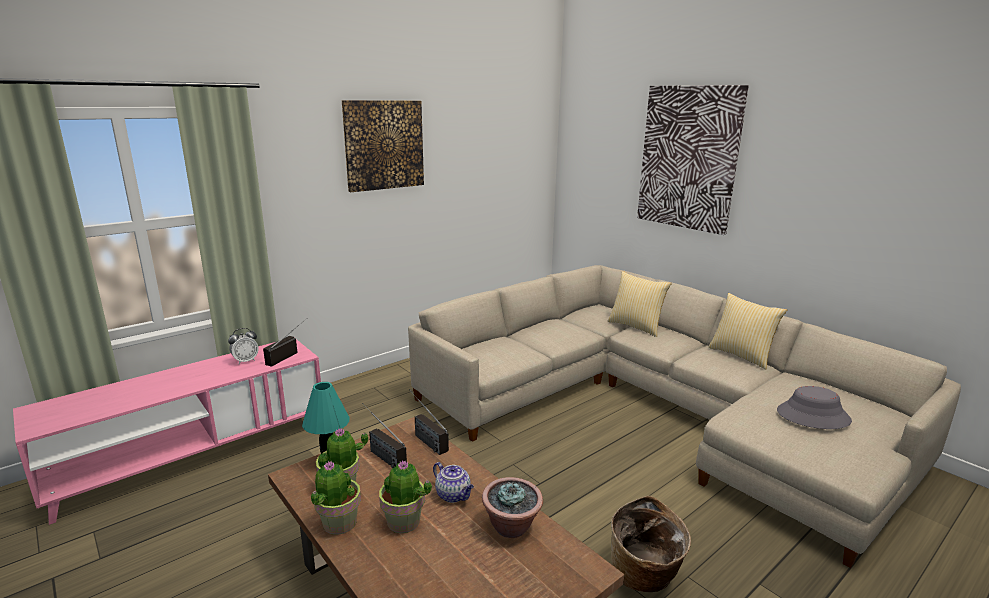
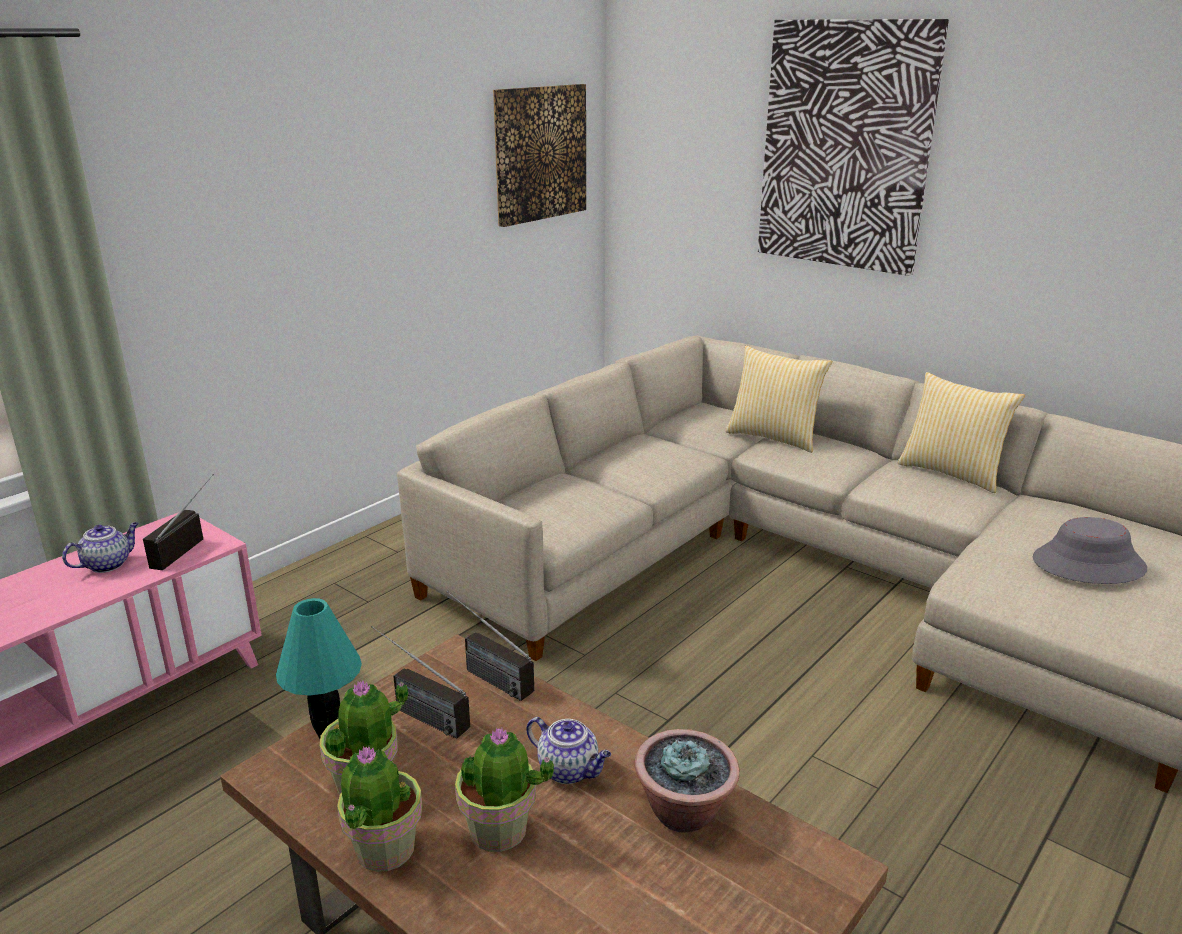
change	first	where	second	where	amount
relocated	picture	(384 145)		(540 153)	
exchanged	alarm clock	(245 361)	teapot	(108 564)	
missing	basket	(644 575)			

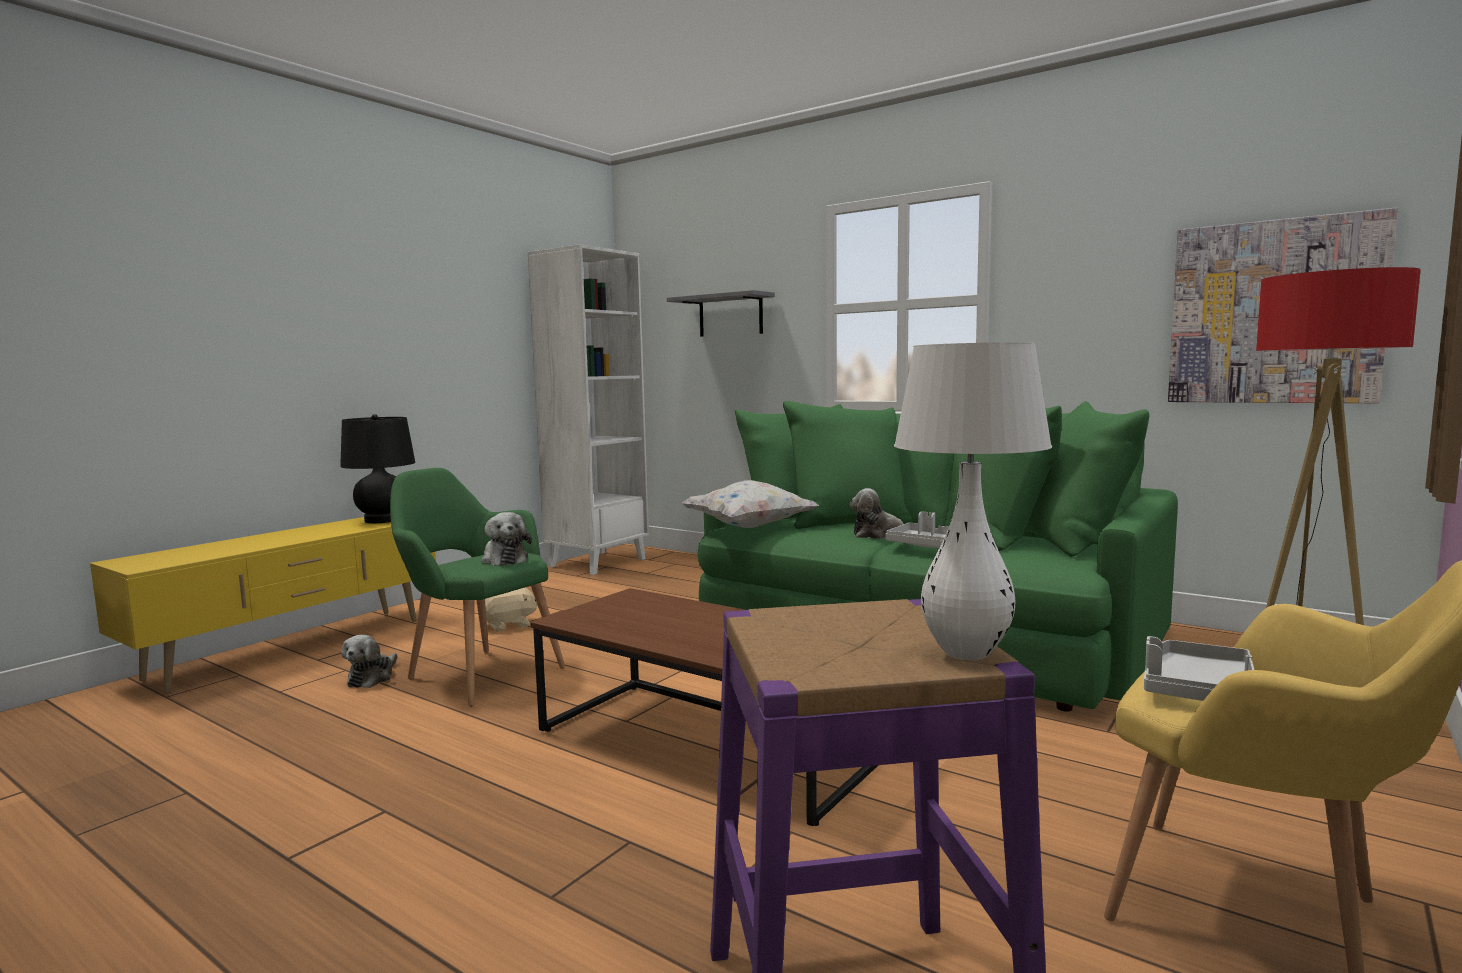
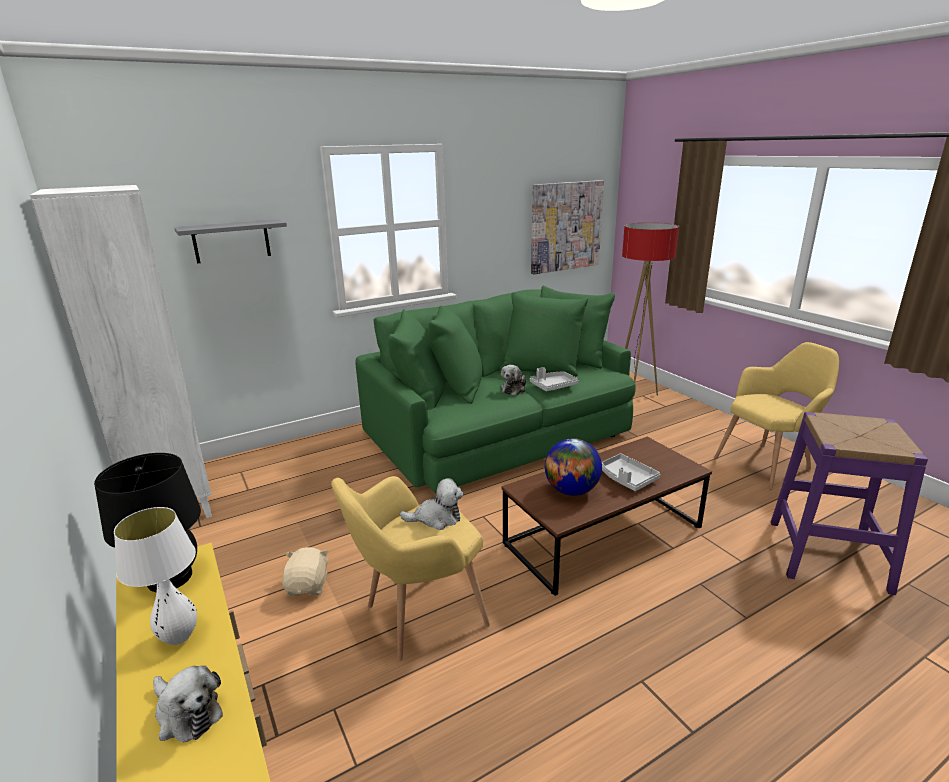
change	first	where	second	where	amount
relocated	white table lamp	(966 653)		(179 637)	
colour	green armchair	(477 673)	yellow armchair	(417 616)	
missing	white pillow	(749 527)			
relocated	plush toy	(372 677)		(187 713)	
relocated	grey tray	(1197 690)		(627 478)	
appeared			globe	(571 490)	

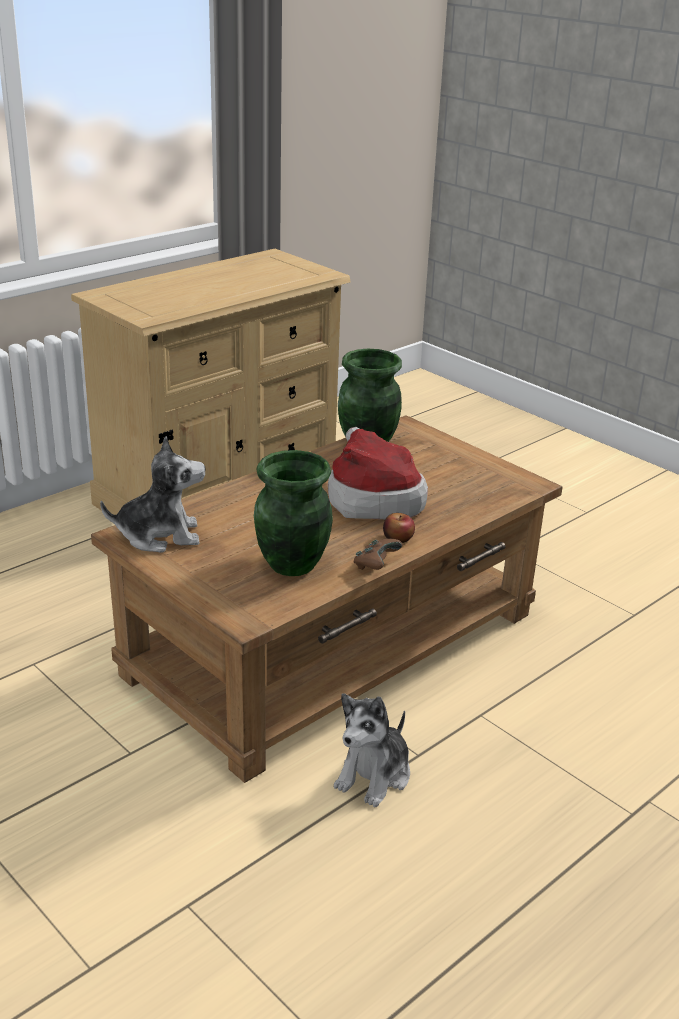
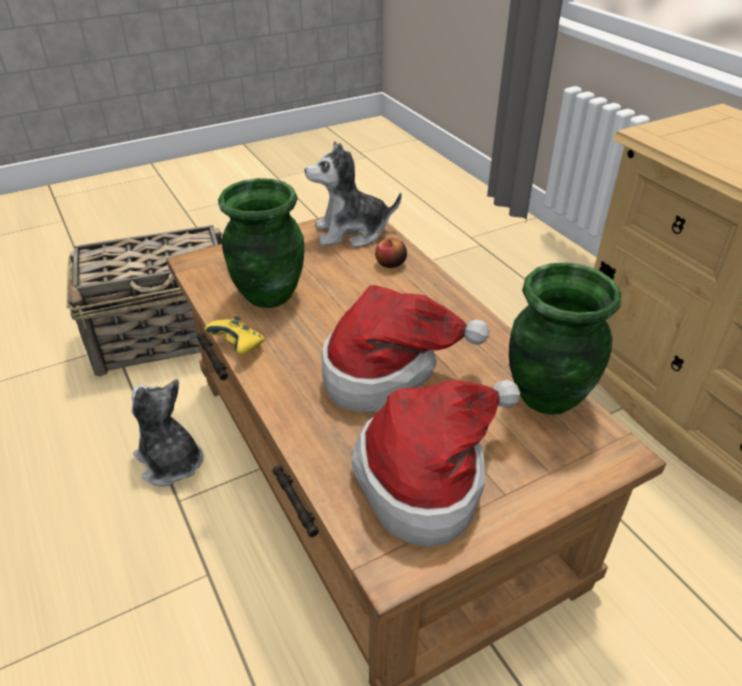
change	first	where	second	where	amount
spun	plush toy	(159 535)		(351 232)	75 degrees clockwise
relocated	apple	(398 538)		(390 263)	
colour	brown game controller	(376 565)	yellow game controller	(239 347)	
appeared			basket	(169 336)	
appeared			hat	(428 477)	

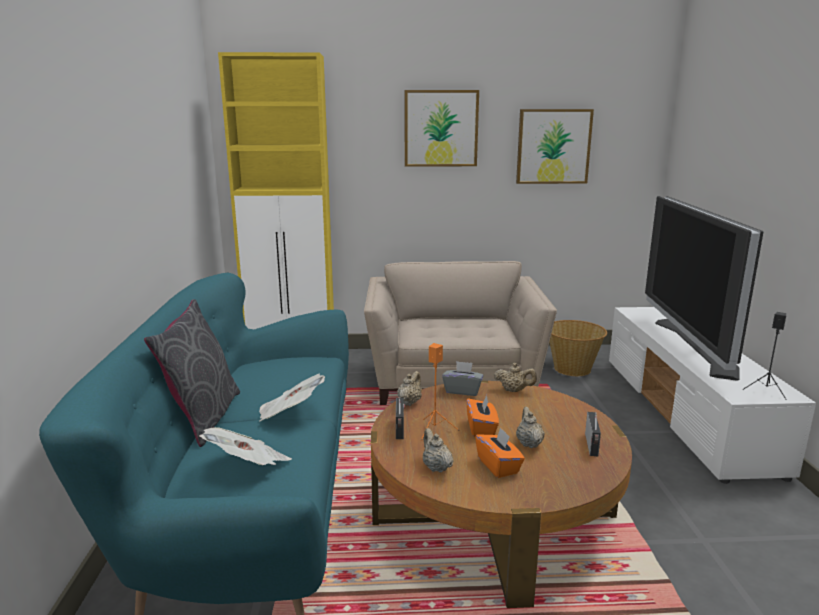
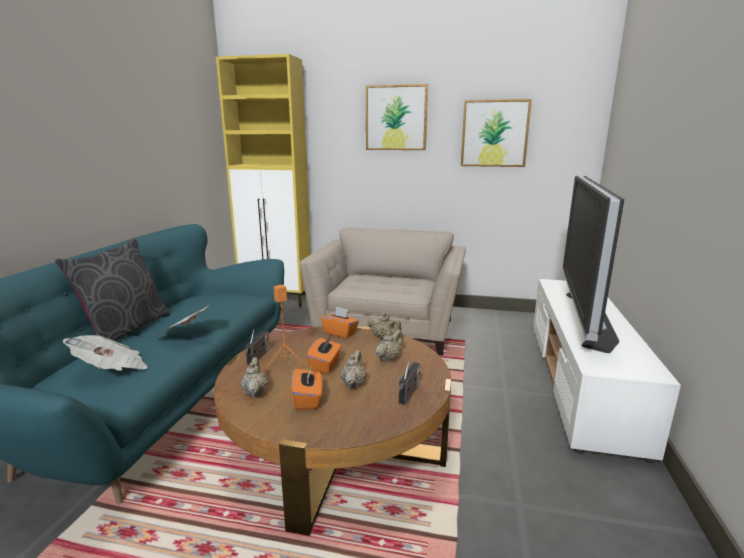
change	first	where	second	where	amount
missing	black speaker	(766 390)			
missing	basket	(572 368)			
colour	grey tissue box	(462 391)	orange tissue box	(340 333)	
relocated	beige teapot	(409 402)		(389 358)	

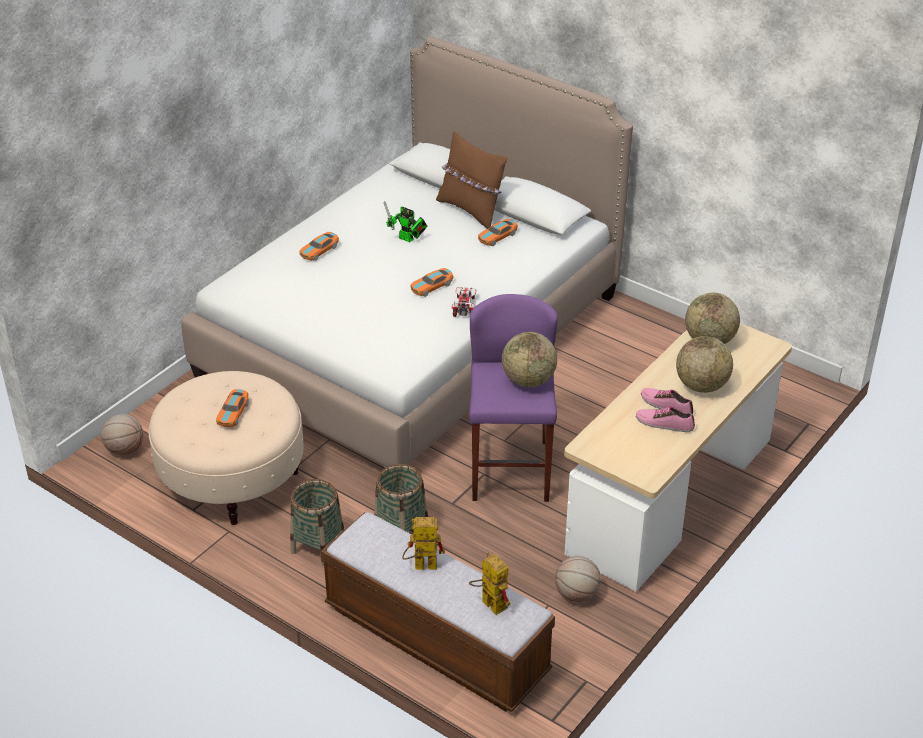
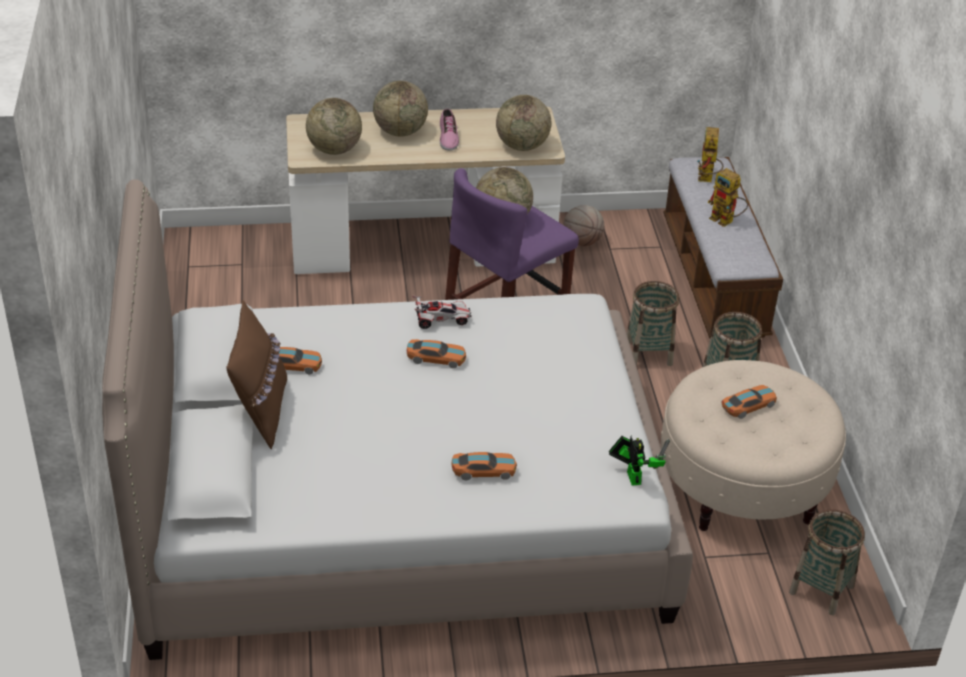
change	first	where	second	where	amount
relocated	toy robot	(408 239)		(633 475)	
spun	toy car	(464 307)		(441 320)	150 degrees counterclockwise
missing	shoe	(664 423)			
exchanged	basketball	(125 449)	basket	(821 589)	
appeared			globe	(522 146)	

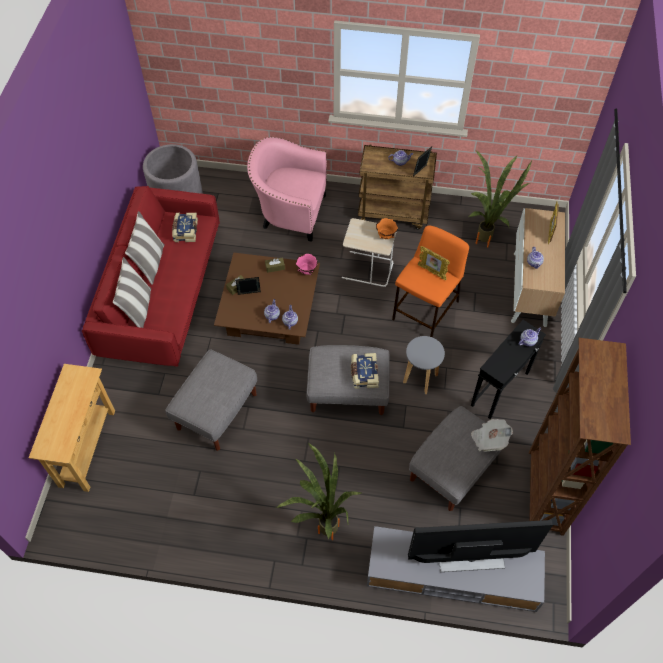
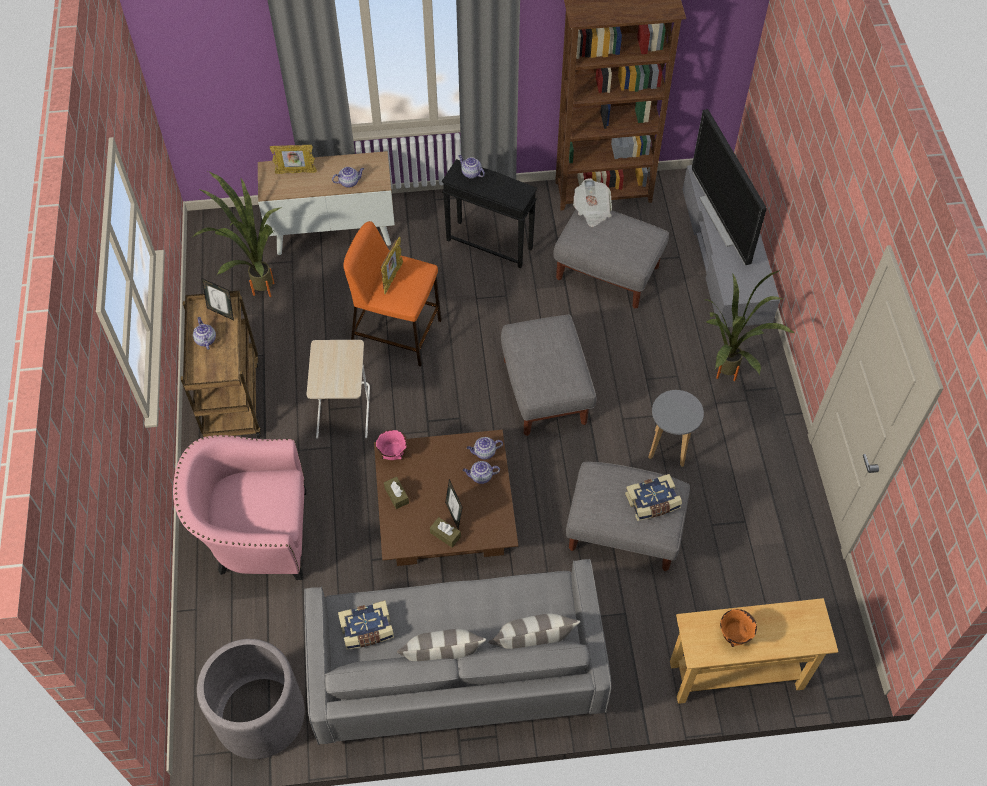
change	first	where	second	where	amount
spun	pink armchair	(290 213)		(256 535)	90 degrees clockwise
colour	red sofa	(163 294)	grey sofa	(456 669)	
relocated	orange bowl	(386 236)		(734 635)	
relocated	grey stool	(420 379)		(669 448)	
relocated	book	(363 374)		(653 503)	

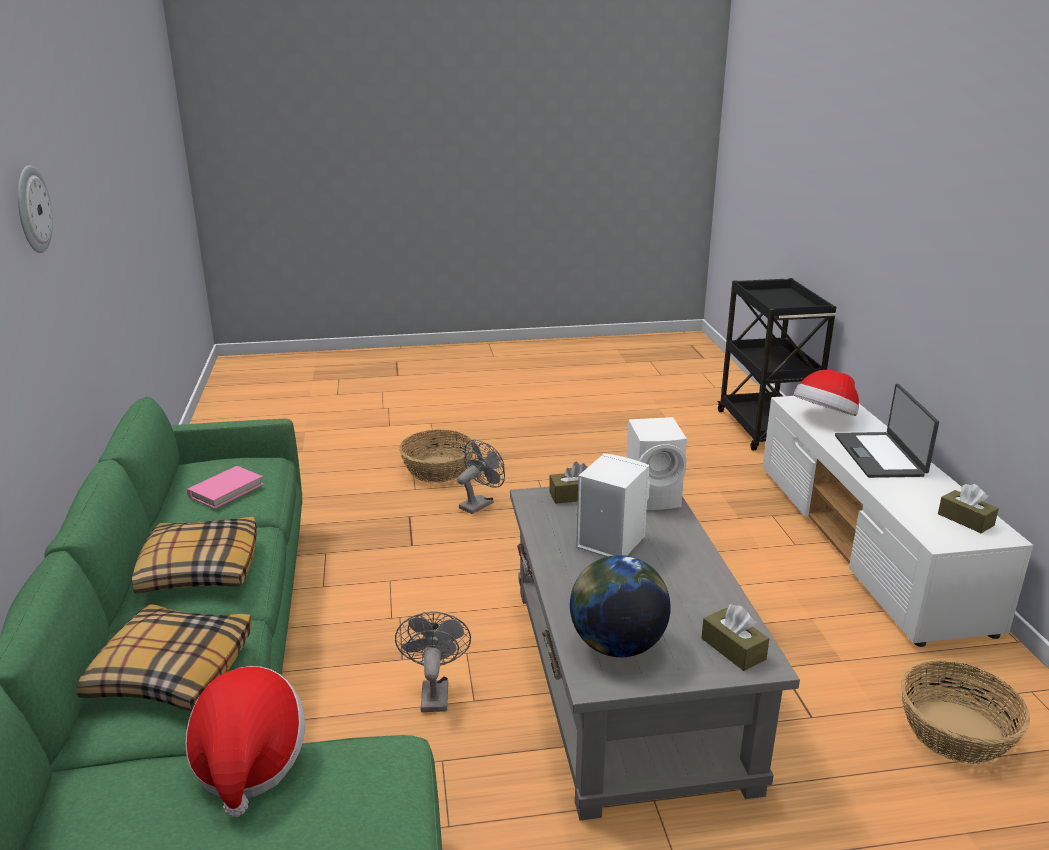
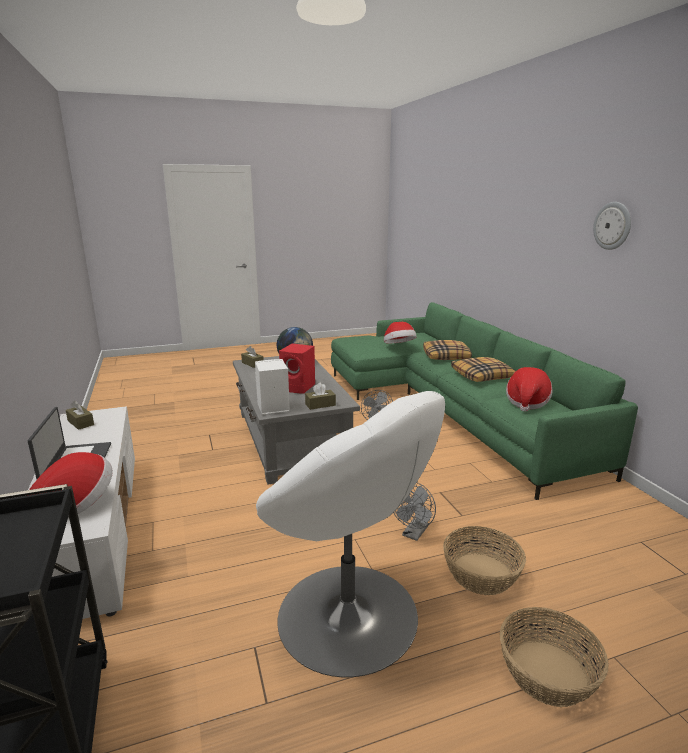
change	first	where	second	where	amount
colour	white speaker	(609 541)	red speaker	(299 388)	
exchanged	pink book	(226 490)	hat	(526 402)	
relocated	basket	(955 732)		(547 672)	
appeared			white armchair	(349 617)	

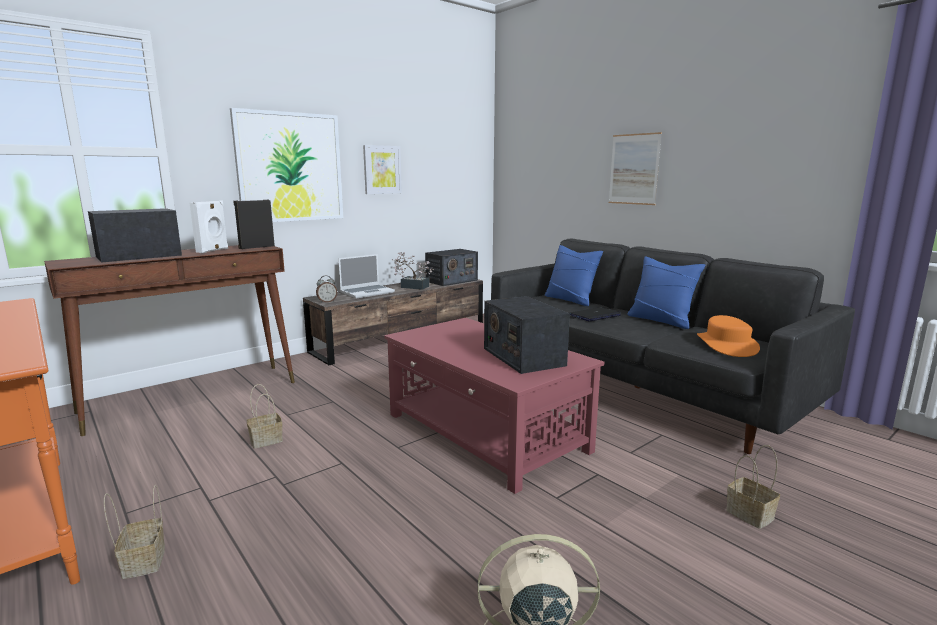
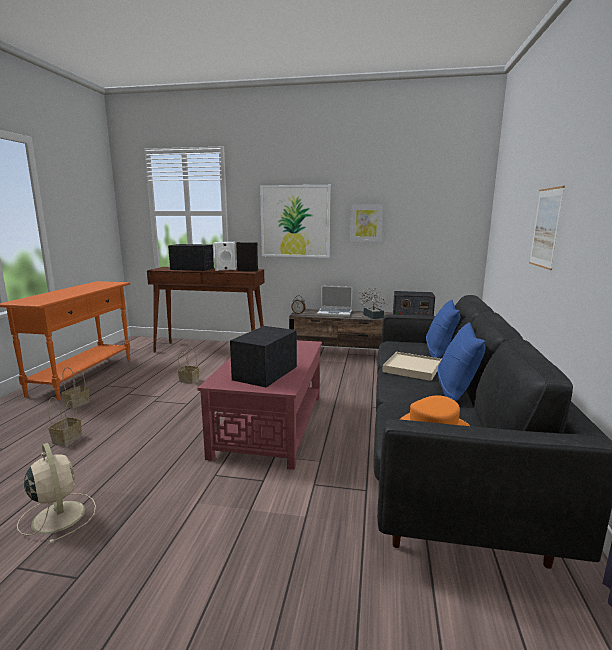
change	first	where	second	where	amount
exchanged	laptop	(595 315)	beige tray	(412 368)	
relocated	basket	(748 514)		(67 438)	

